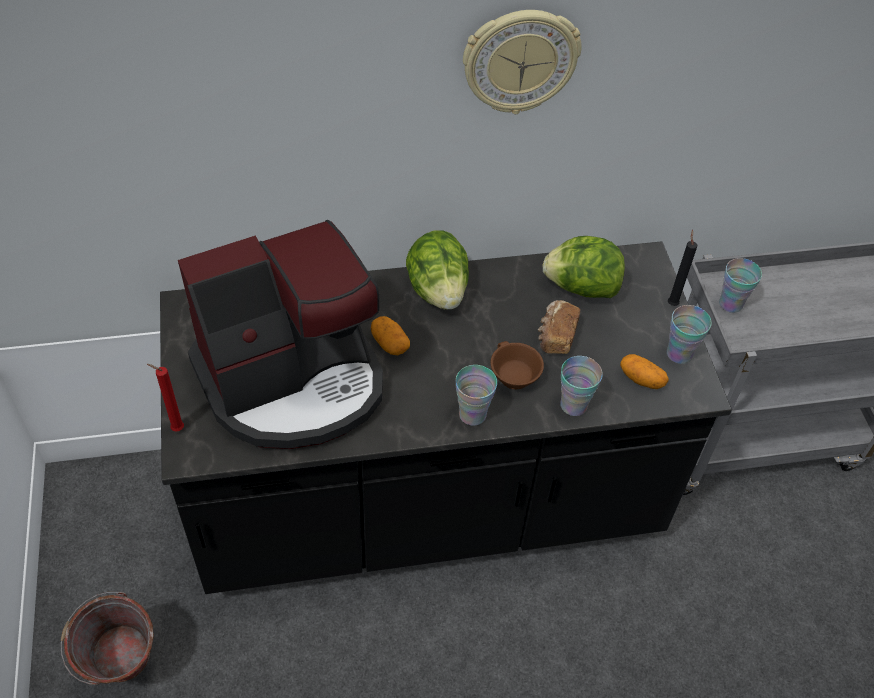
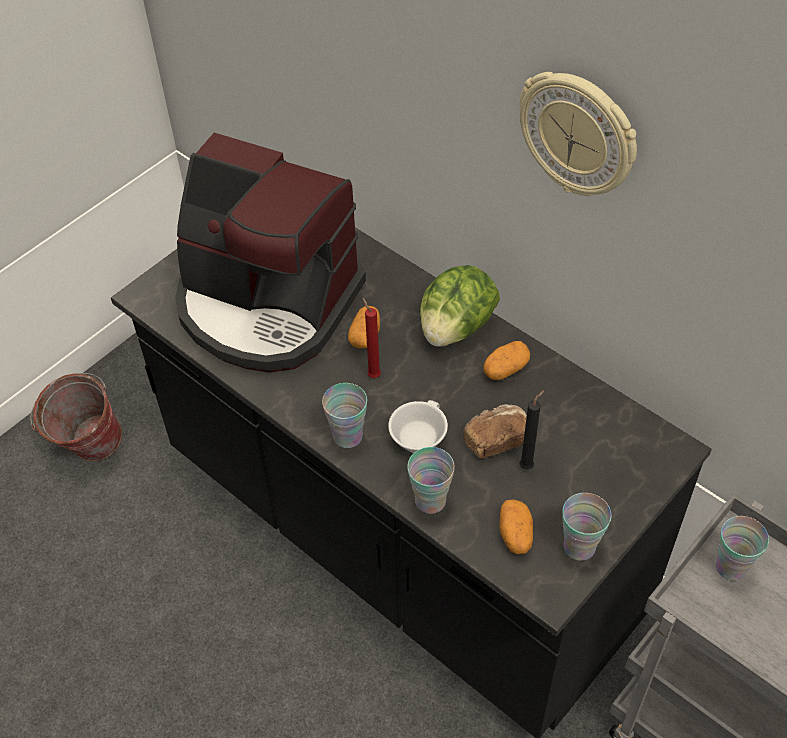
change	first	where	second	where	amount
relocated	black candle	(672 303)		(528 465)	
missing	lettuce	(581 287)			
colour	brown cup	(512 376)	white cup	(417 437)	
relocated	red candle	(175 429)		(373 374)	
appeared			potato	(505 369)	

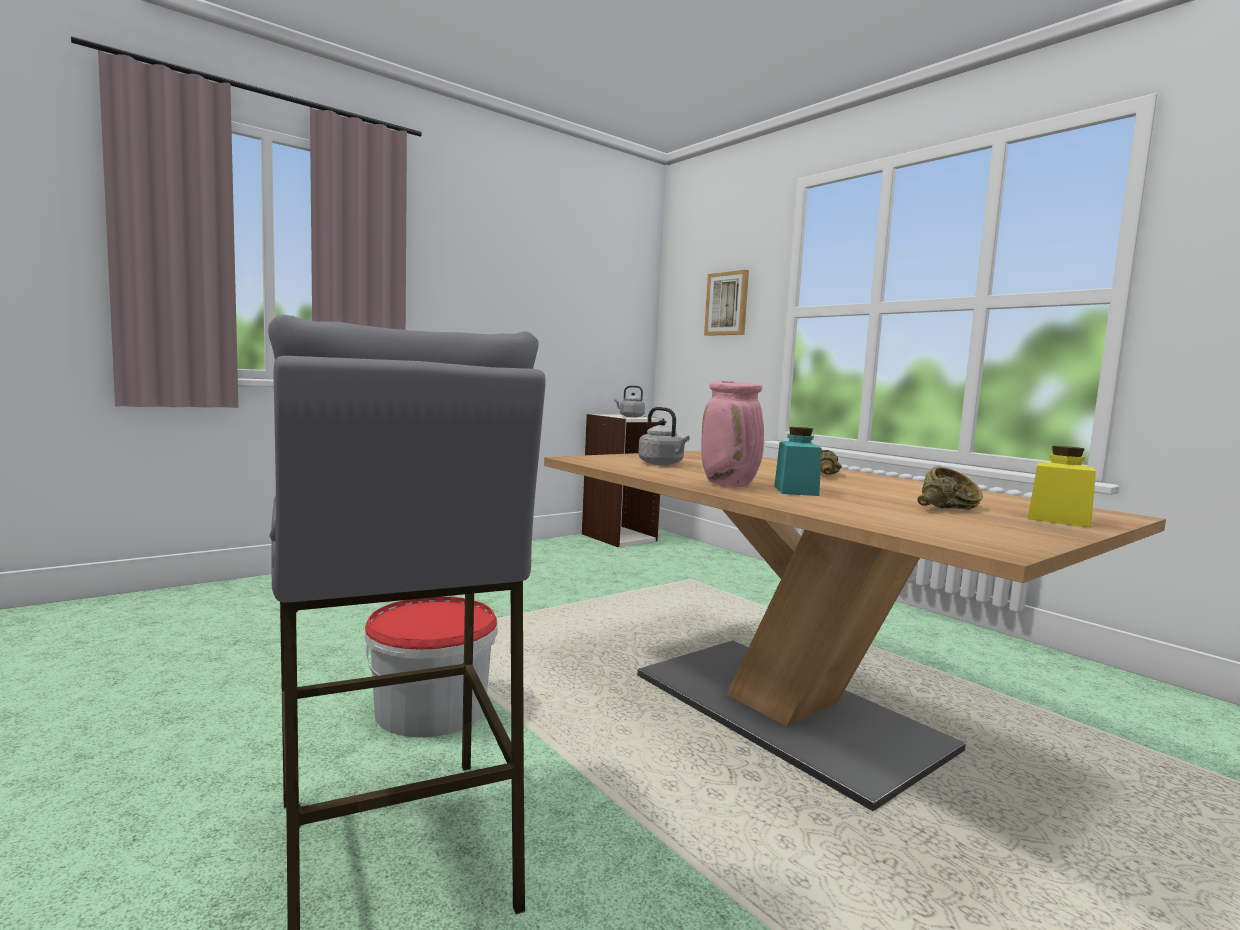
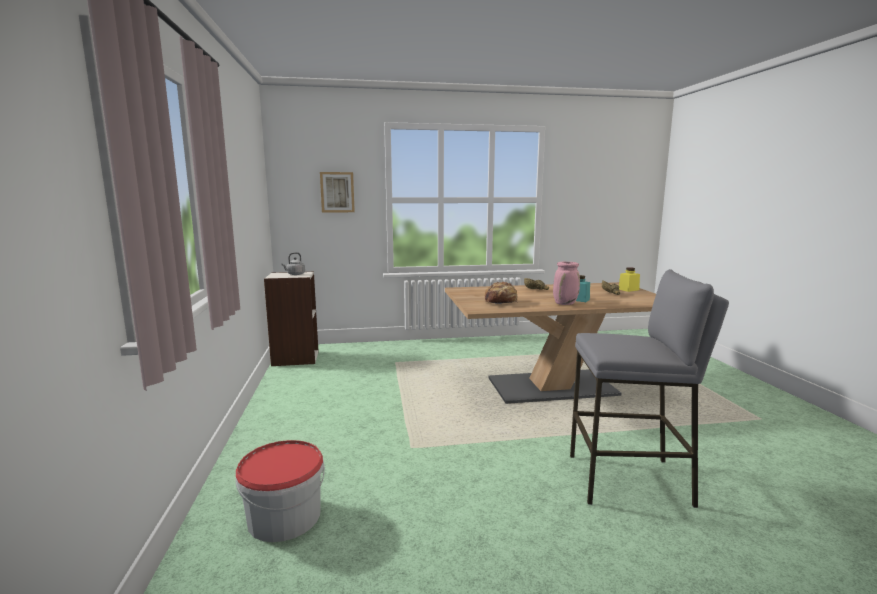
change	first	where	second	where	amount
exchanged	grey kettle	(662 464)	bread	(501 302)	
relocated	bucket	(431 708)		(284 516)	

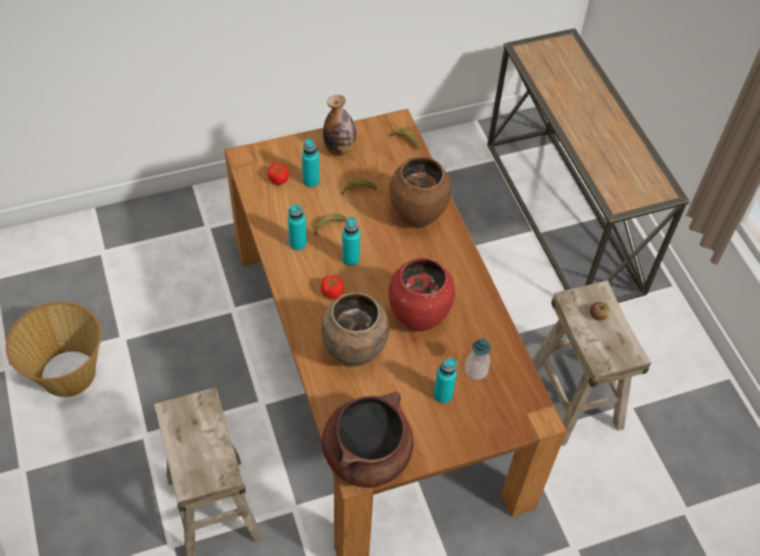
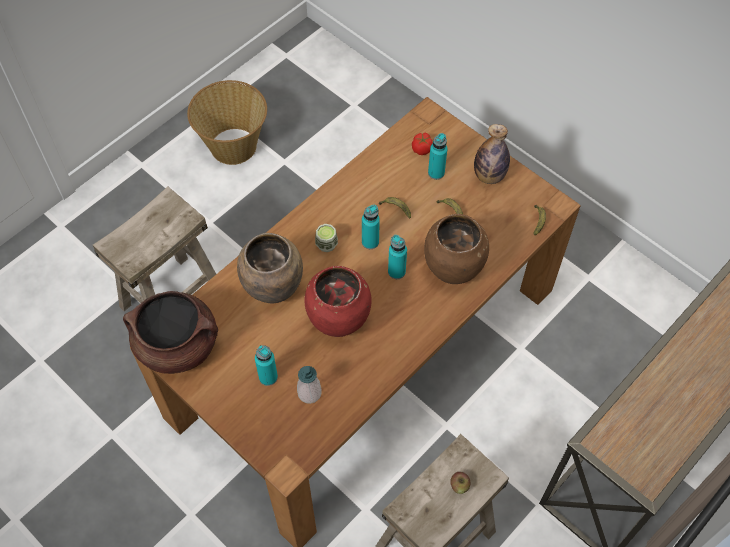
change	first	where	second	where	amount
relocated	turquoise bottle	(298 244)		(396 271)	
exchanged	tomato	(332 292)	cup	(326 244)	

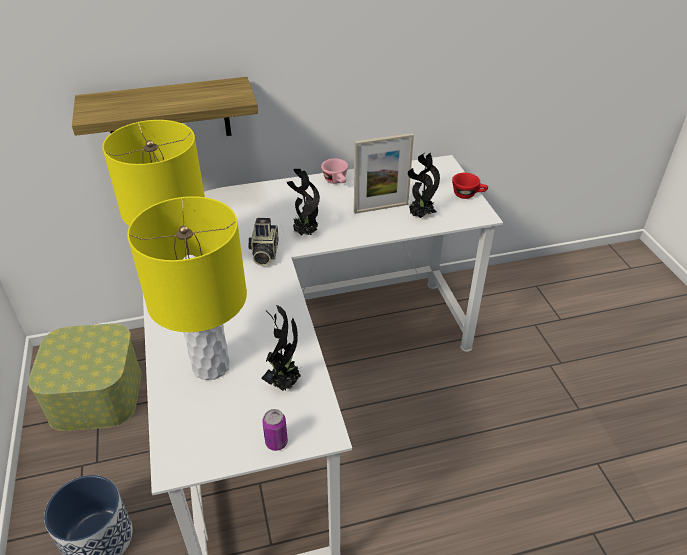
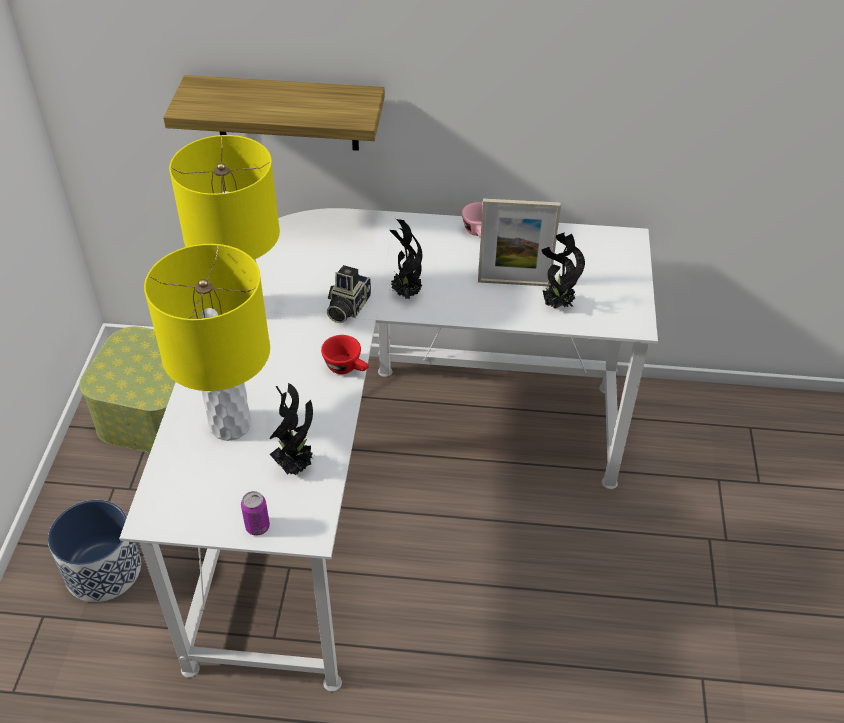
change	first	where	second	where	amount
relocated	red cup	(468 195)		(347 368)	

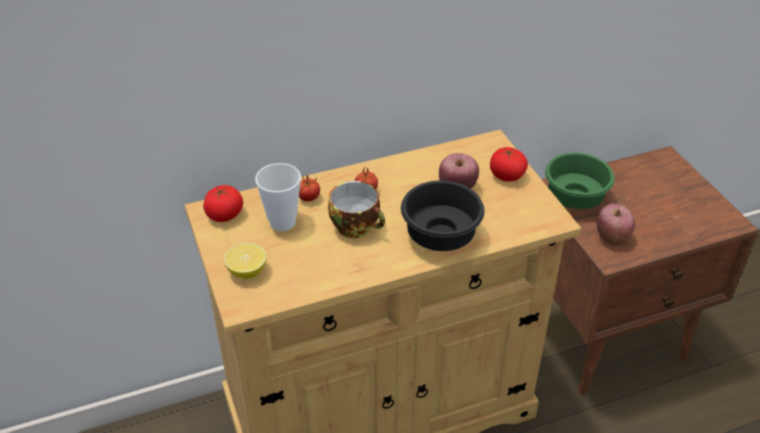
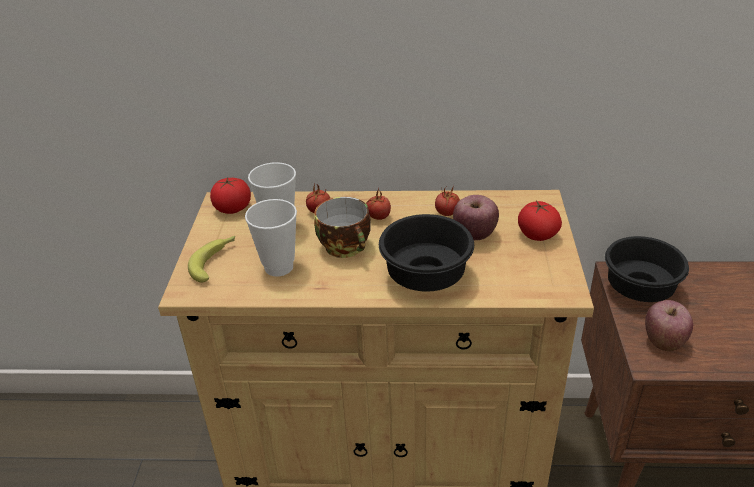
change	first	where	second	where	amount
colour	green bowl	(573 199)	black bowl	(637 289)	
exchanged	lemon	(247 271)	banana	(215 262)	
appeared			tomato	(447 213)	
appeared			cup	(279 267)	

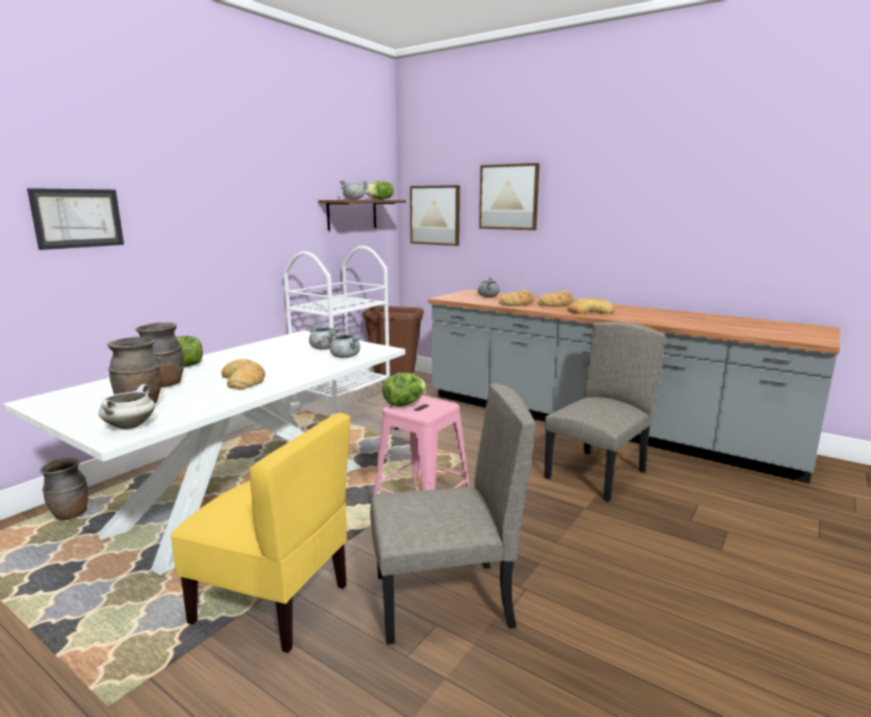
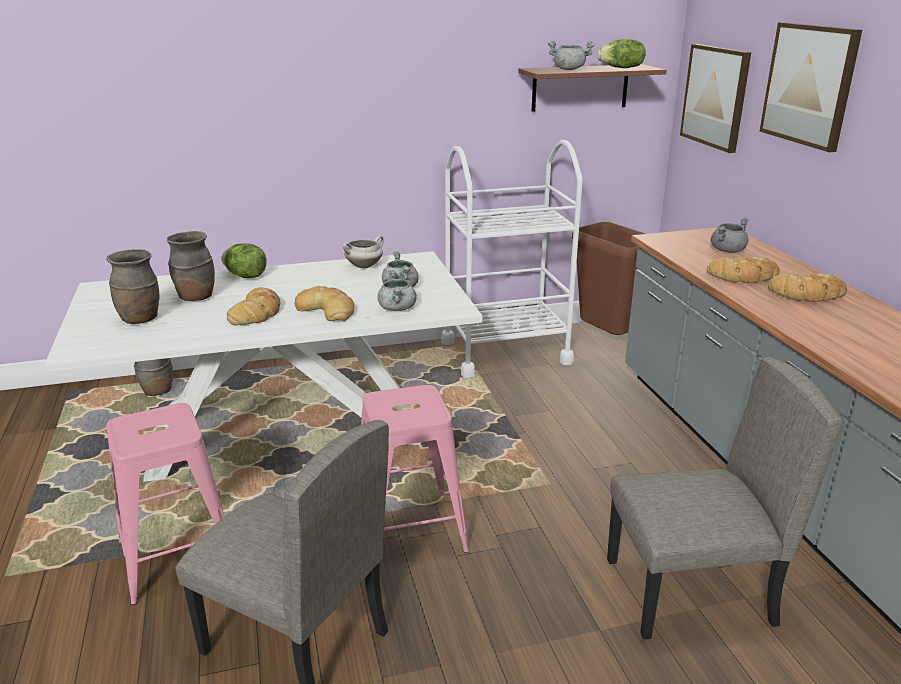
change	first	where	second	where	amount
missing	picture	(78 218)			
relocated	bread	(589 312)		(327 309)	
missing	lettuce	(404 404)			
relocated	white cooking pot	(130 426)		(364 266)	
exchanged	yellow chair	(273 602)	pink stool	(178 555)	

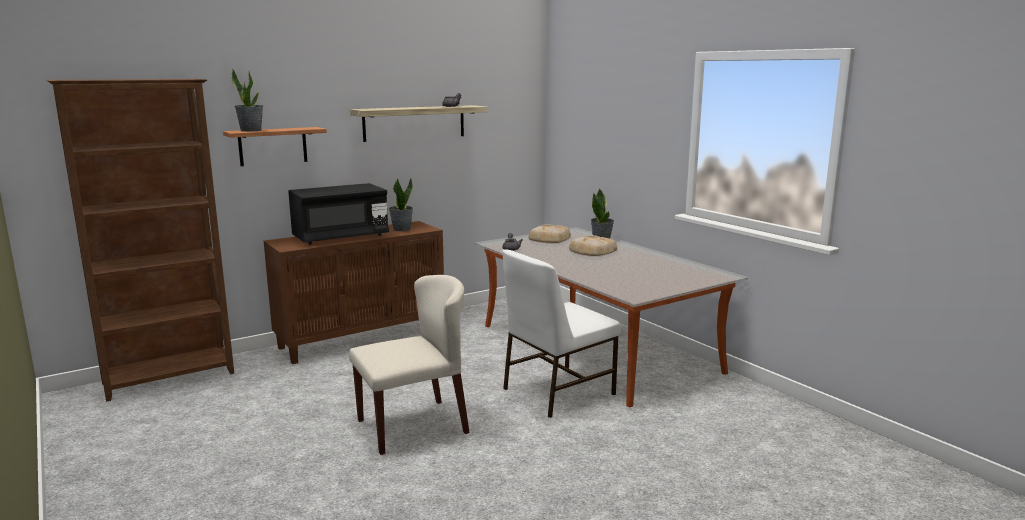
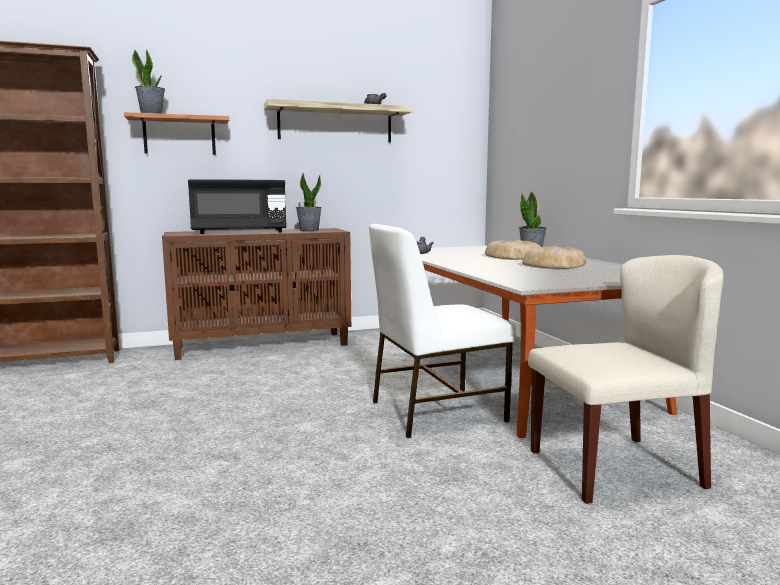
change	first	where	second	where	amount
relocated	bread	(548 238)		(552 265)	
relocated	beige chair	(413 426)		(615 467)	

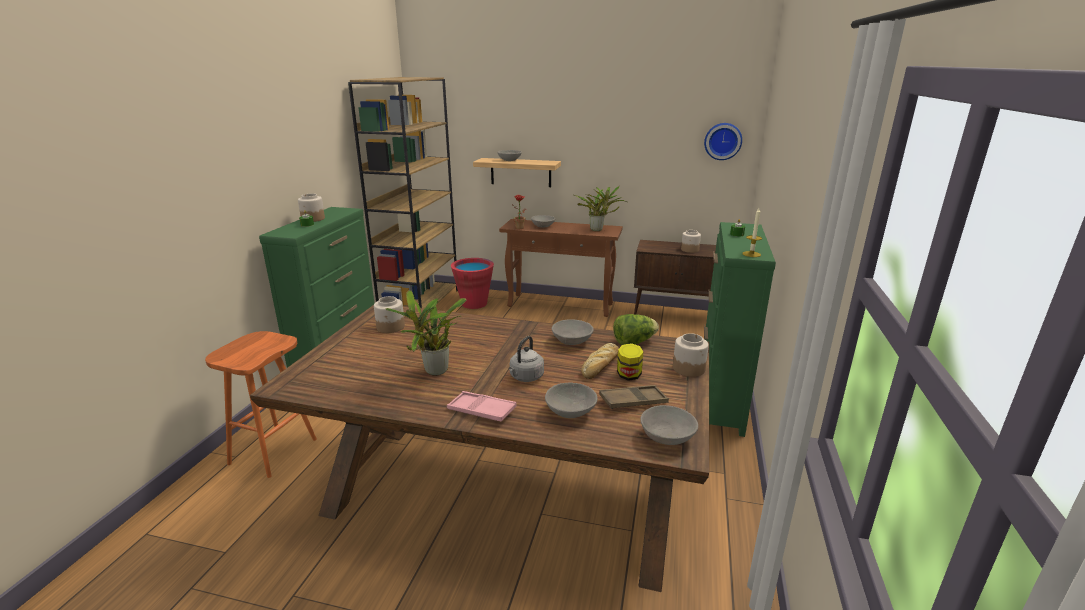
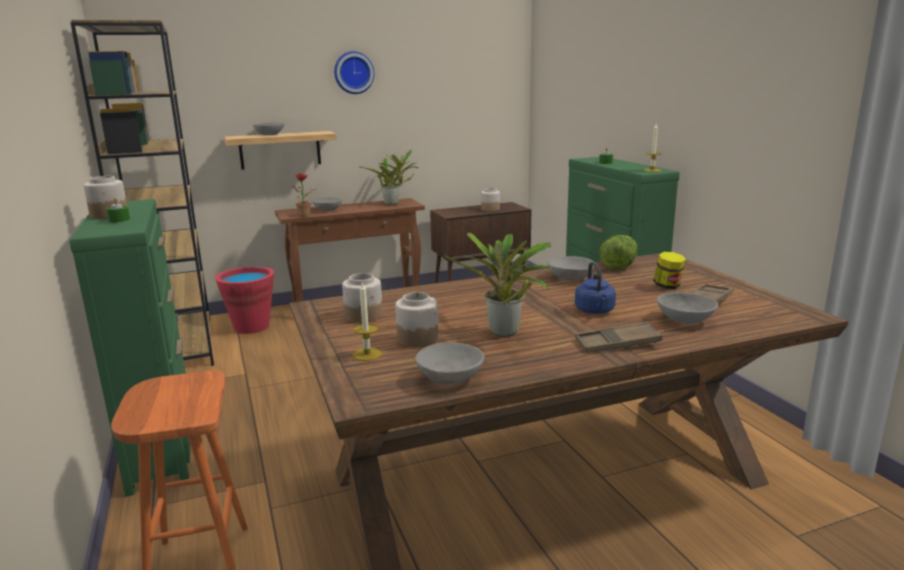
change	first	where	second	where	amount
relocated	wall clock	(723 141)		(353 72)	
relocated	jar	(688 368)		(417 339)	
colour	grey kettle	(525 377)	blue kettle	(595 311)	
missing	bread	(600 365)			
colour	pink tray	(481 410)	brown tray	(617 343)	
relocated	grey bowl	(666 437)		(449 378)	
appeared			candle	(367 354)	

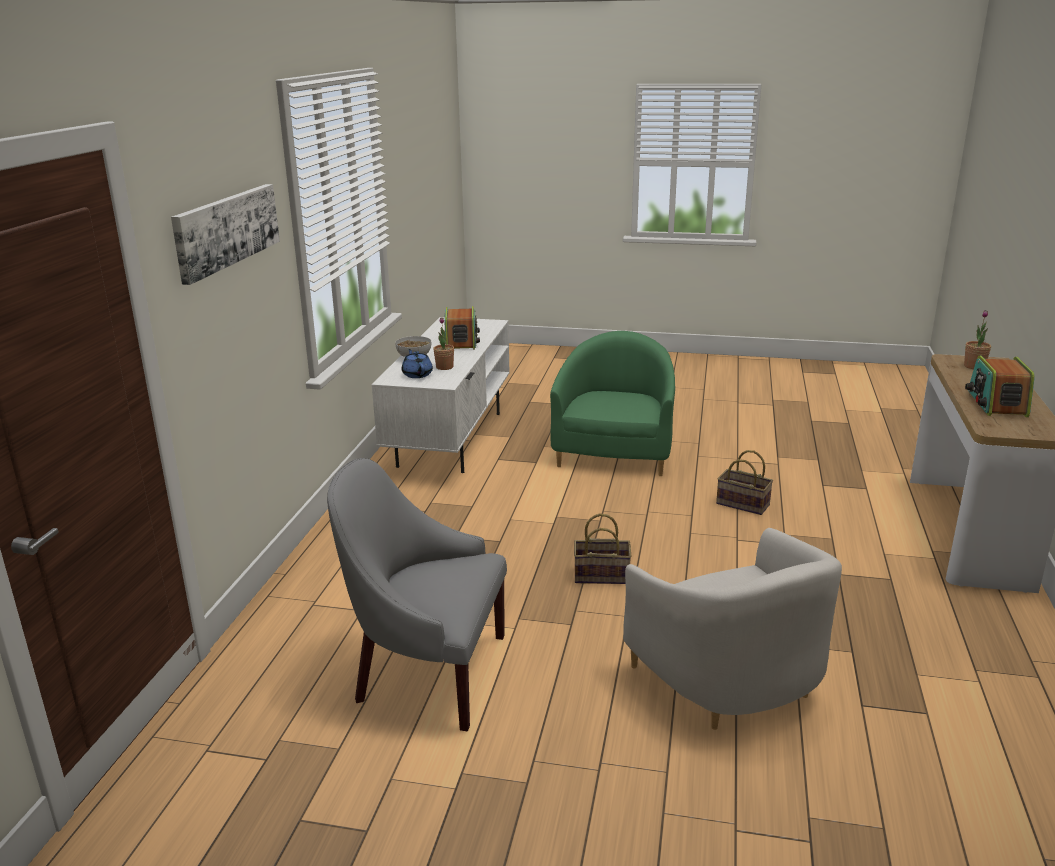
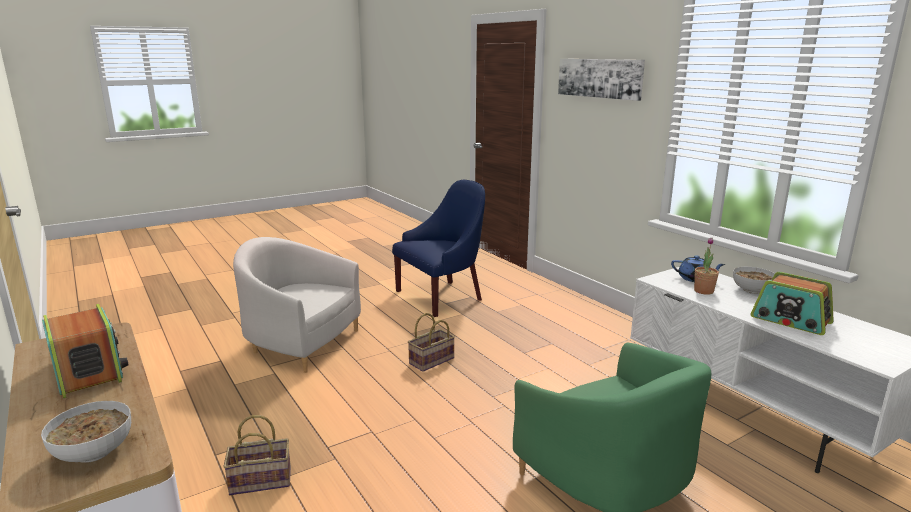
change	first	where	second	where	amount
exchanged	potted plant	(974 366)	bowl	(92 452)	
relocated	basket	(741 504)		(262 480)	
colour	grey armchair	(427 672)	blue armchair	(442 296)	

